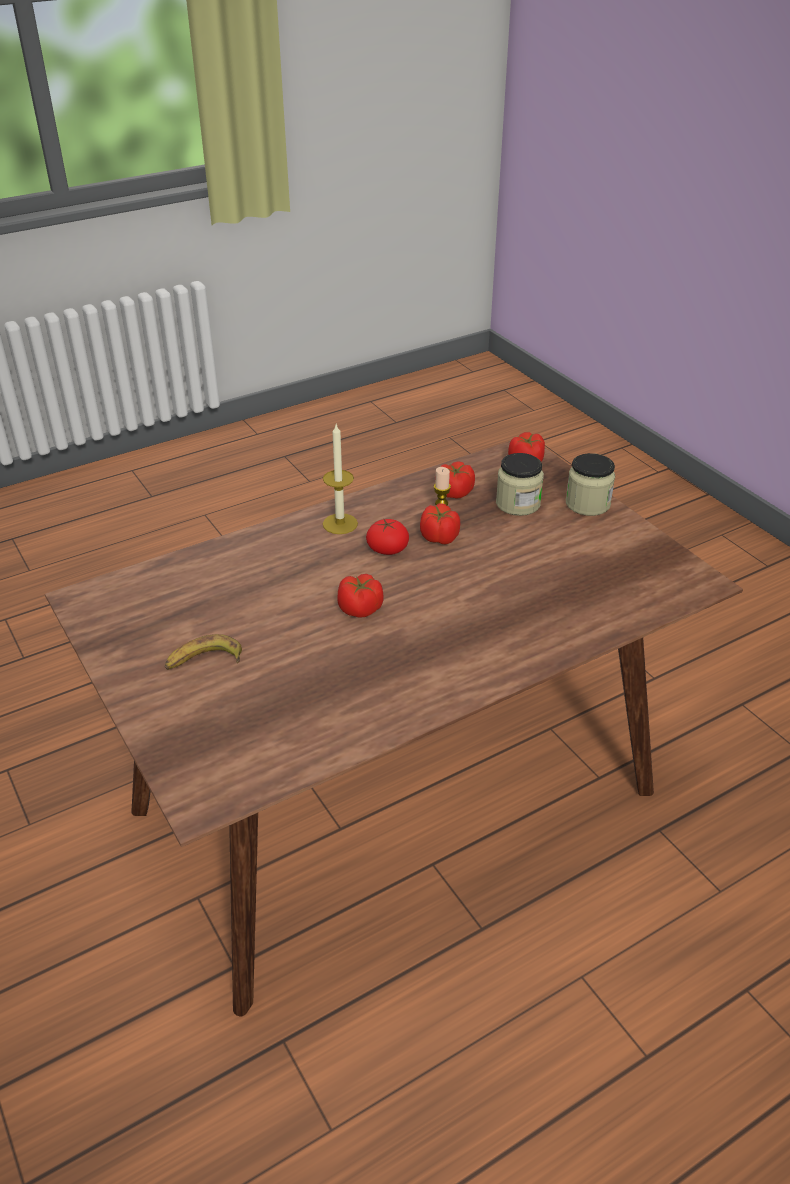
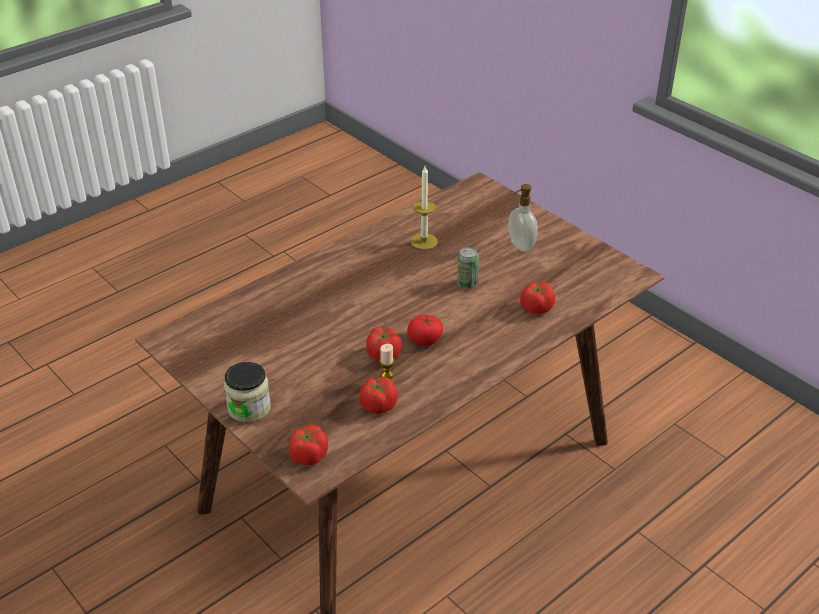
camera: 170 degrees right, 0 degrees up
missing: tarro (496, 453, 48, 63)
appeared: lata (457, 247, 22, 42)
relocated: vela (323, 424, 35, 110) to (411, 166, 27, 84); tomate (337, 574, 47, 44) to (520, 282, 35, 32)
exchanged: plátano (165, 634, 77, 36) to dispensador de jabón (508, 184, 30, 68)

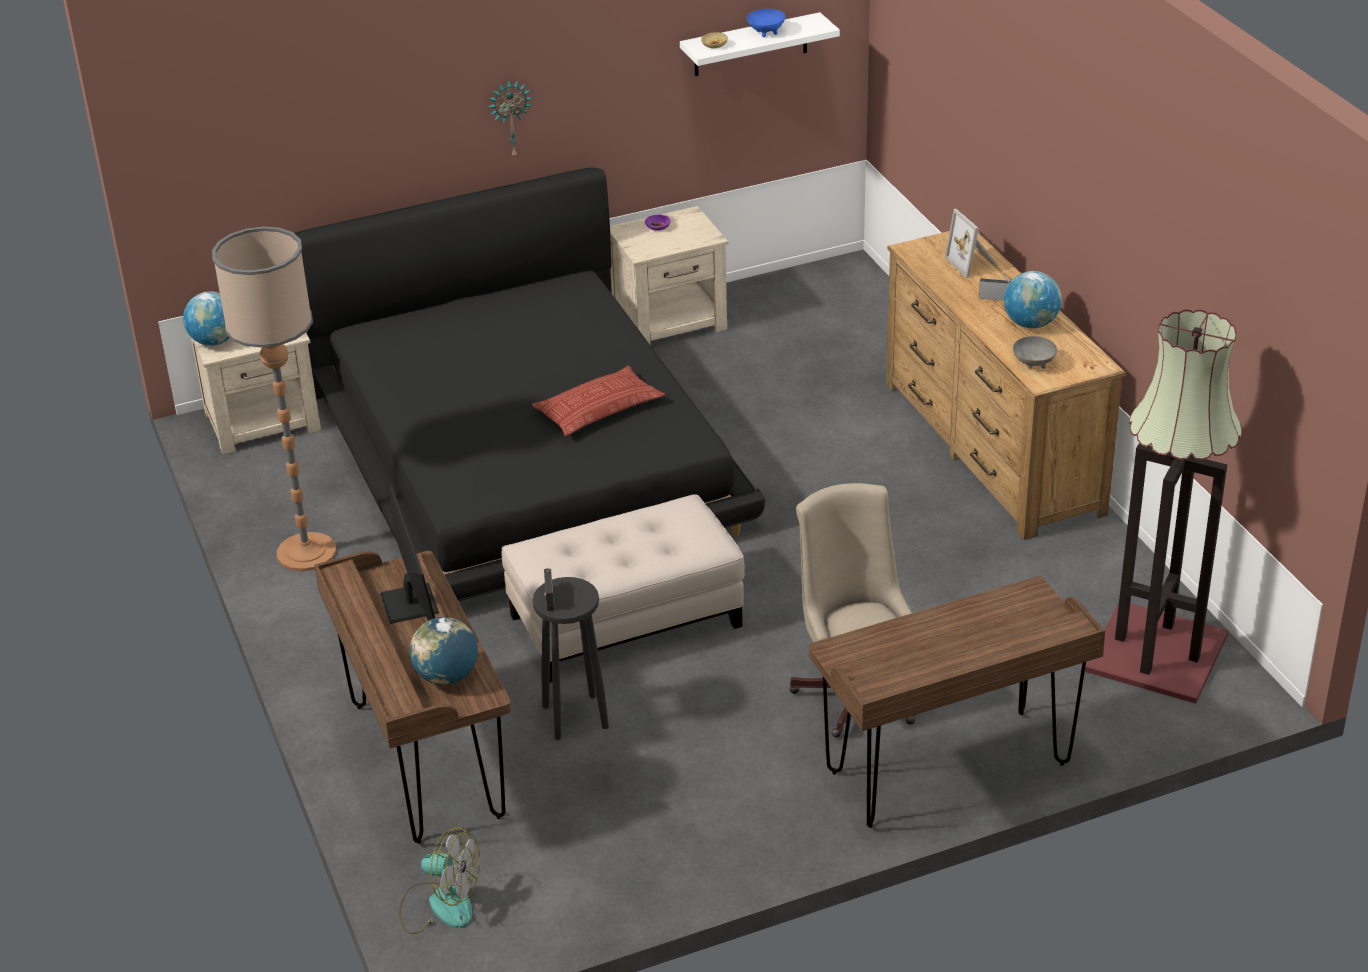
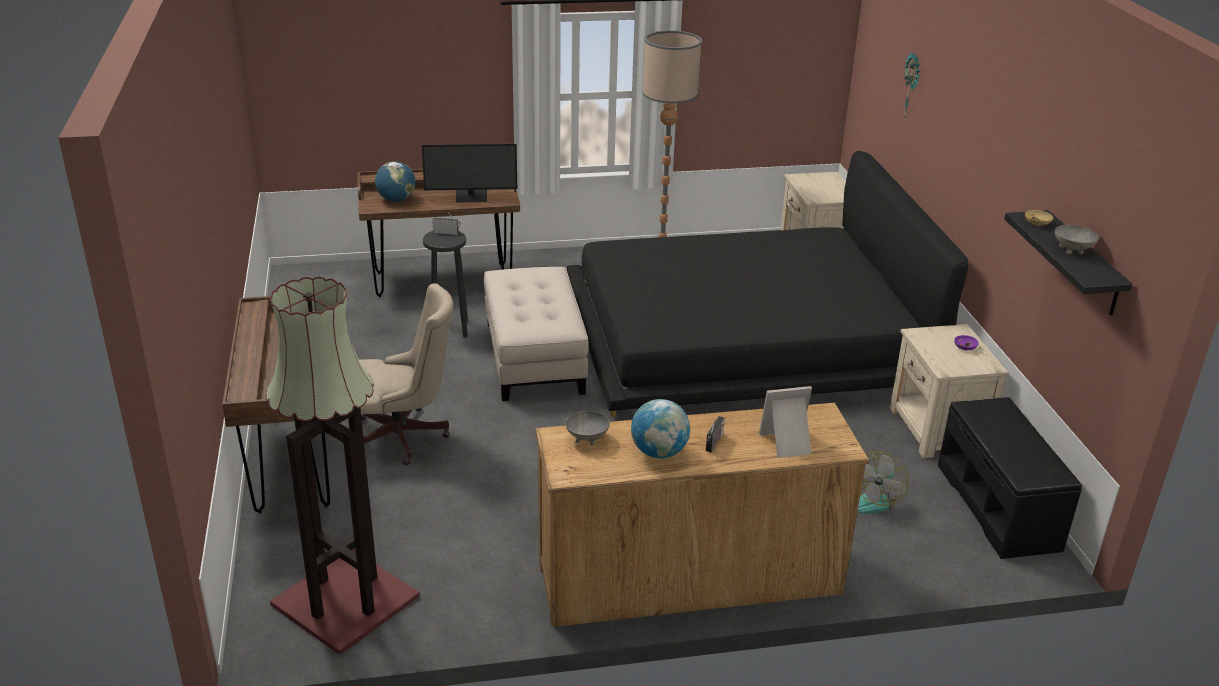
camera: 100 degrees right, 5 degrees down
missing: globo terráqueo (183, 291, 47, 55); cojín (532, 366, 133, 70)
appeared: banco [negro] (938, 397, 144, 162)
relocated: reloj de pared (488, 80, 45, 77) to (903, 52, 17, 68); ventilador (399, 827, 81, 107) to (857, 451, 51, 63)
colour: cuenco [azul] (747, 9, 38, 28) to cuenco [gris] (1055, 225, 44, 29); estante [blanco] (680, 12, 160, 64) to estante [negro] (1004, 210, 128, 105)

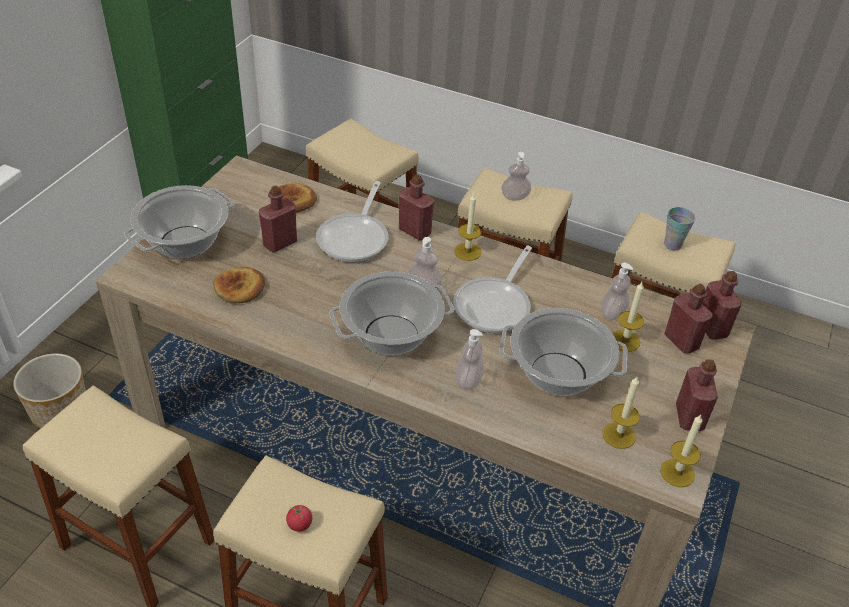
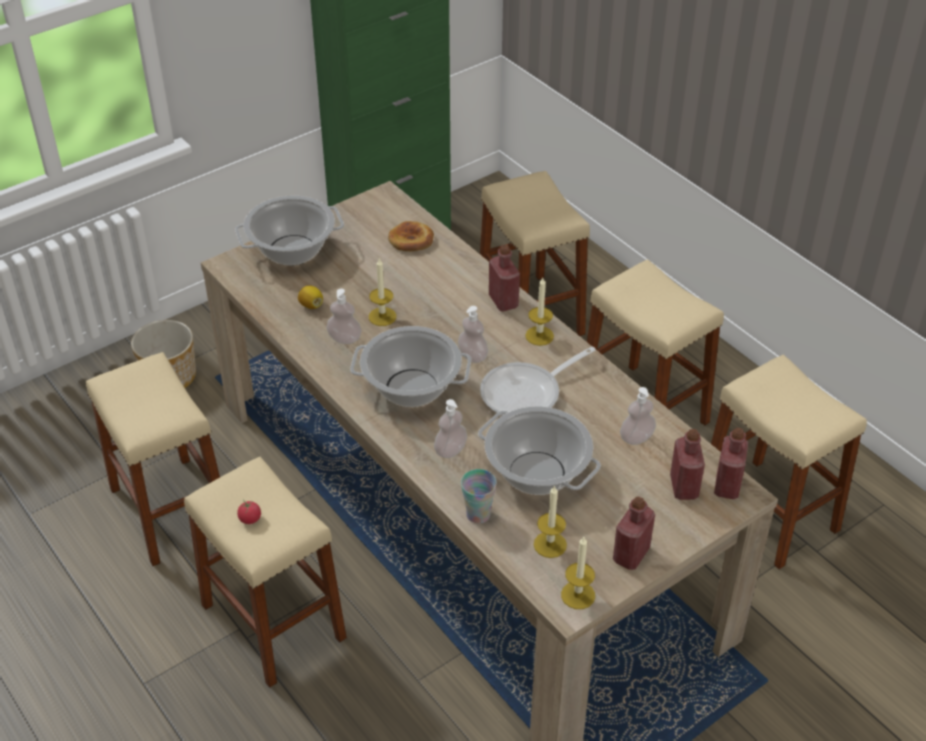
camera: 30 degrees right, 0 degrees up
missing: sartén (316, 181, 72, 81); botella [rojo] (259, 186, 38, 66)
relocated: dispensador de jabón (502, 152, 29, 49) to (326, 289, 36, 55); taza (664, 207, 32, 43) to (461, 469, 36, 54); vela (613, 282, 31, 70) to (369, 258, 27, 68)
exchanged: pan (213, 267, 52, 37) to limón (298, 286, 25, 23)

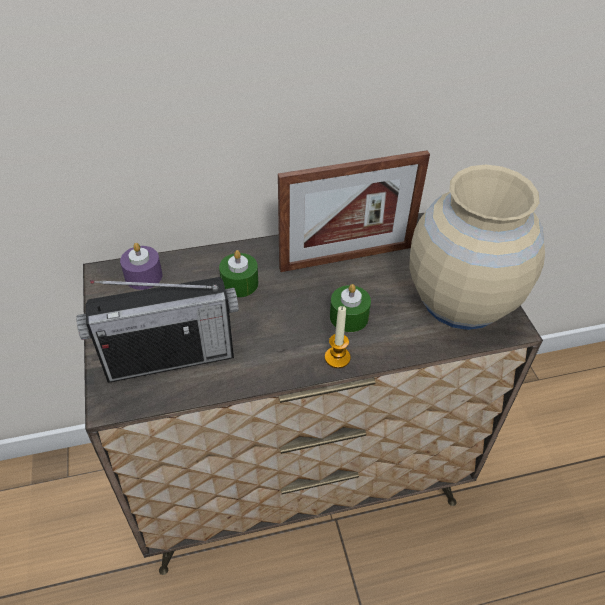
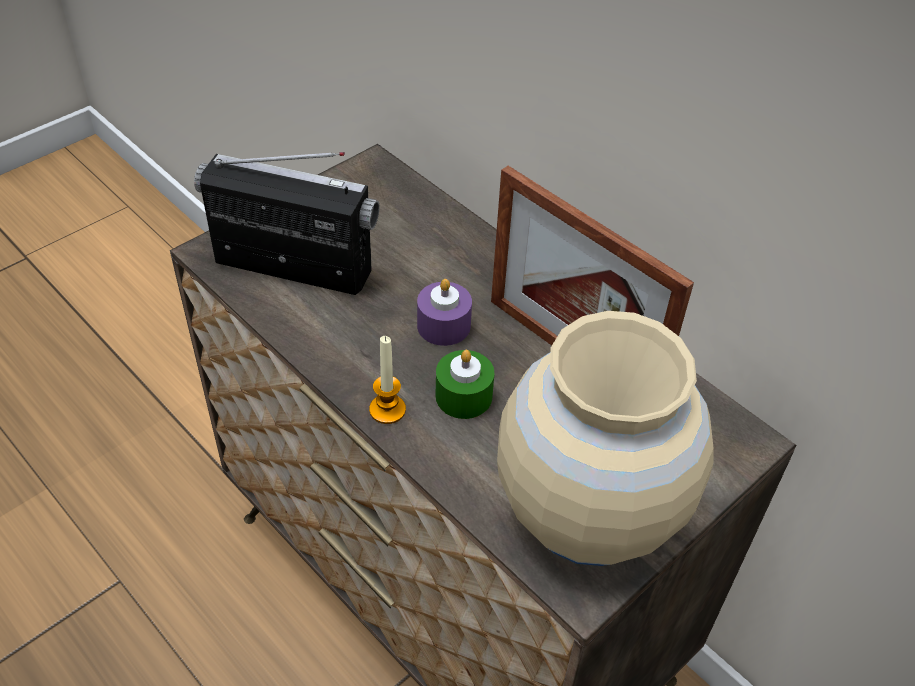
camera: 60 degrees right, 0 degrees up
missing: vela [verde] (219, 250, 39, 47)
relocated: vela [morado] (120, 243, 43, 47) to (417, 279, 55, 67)
spun: radio (76, 277, 163, 106) = (194, 152, 185, 143) 150 degrees clockwise

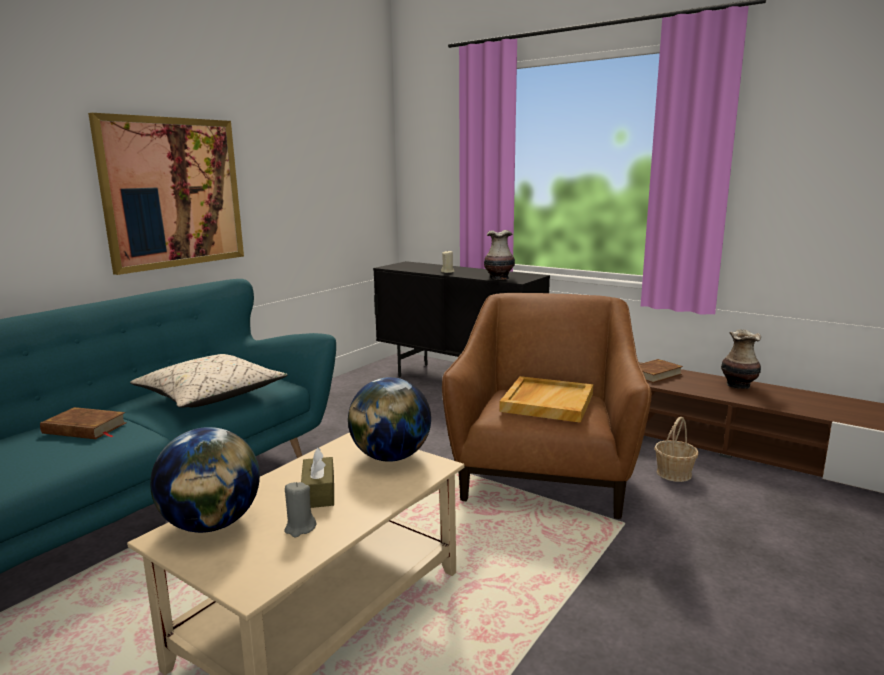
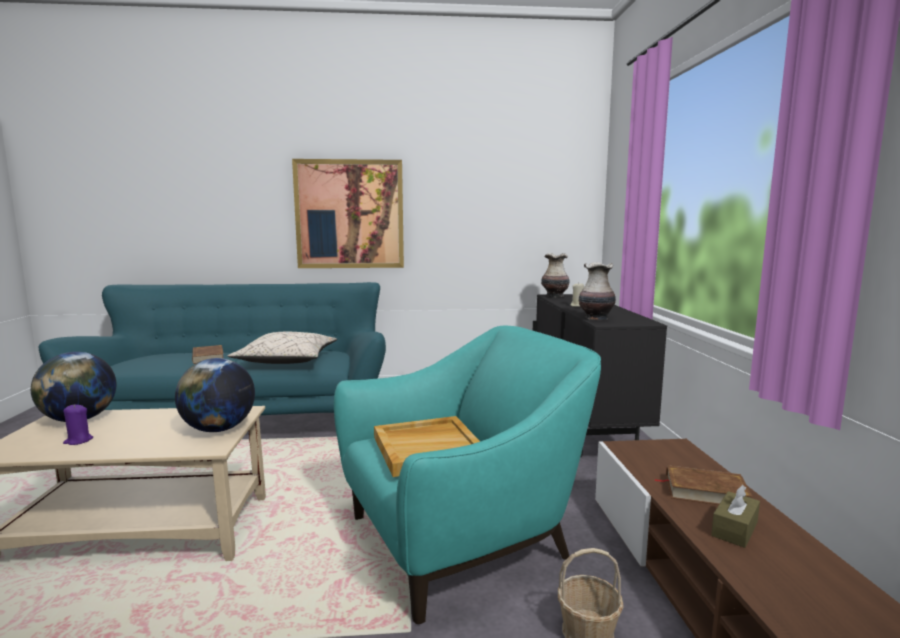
camera: 50 degrees right, 5 degrees down
relocated: florero (721, 329, 40, 60) to (541, 253, 29, 44); caja de pañuelos [marrón] (301, 448, 33, 60) to (711, 485, 49, 63)
colour: sillón [marrón] (442, 293, 210, 226) to sillón [turquesa] (334, 326, 267, 298); vela [gris] (285, 482, 31, 55) to vela [morado] (63, 405, 30, 40)

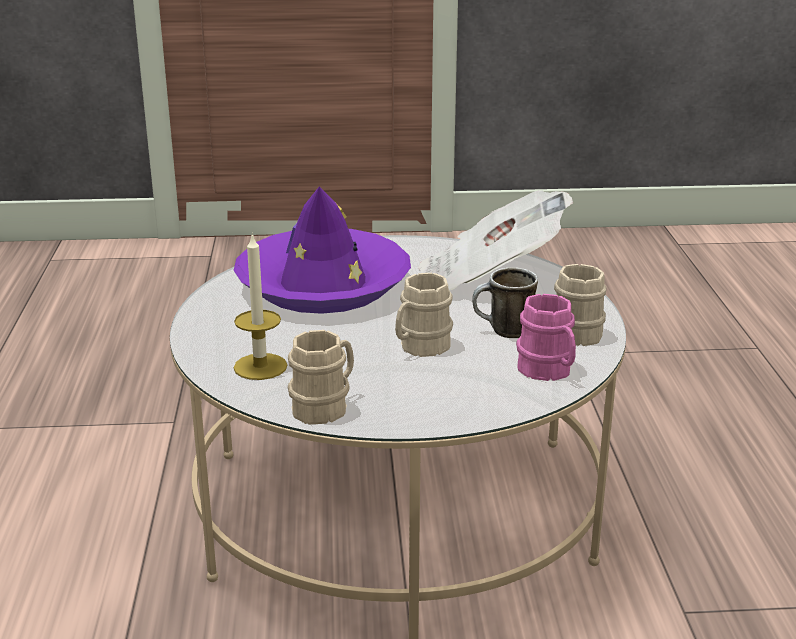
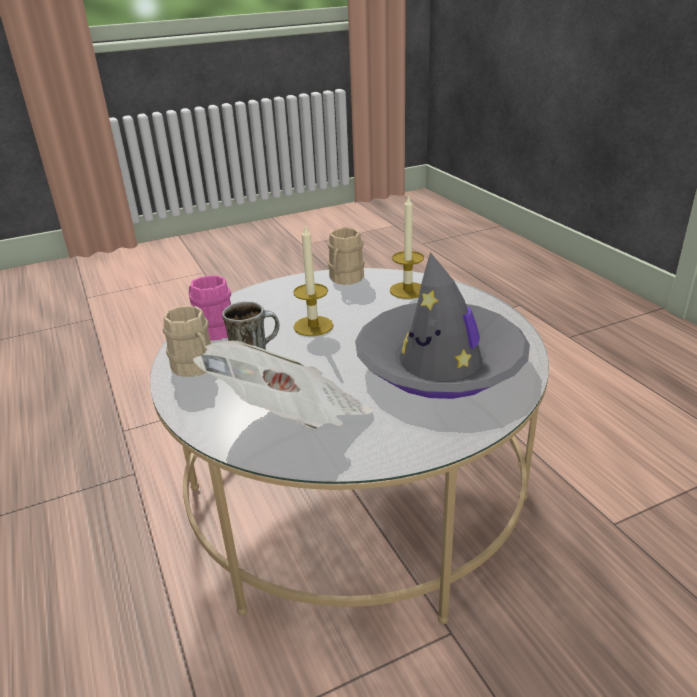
camera: 160 degrees right, 5 degrees up
exchanged: taza grande [beis] (395, 273, 58, 84) to vela (293, 224, 40, 112)
colour: sombrero [morado] (233, 186, 178, 128) to sombrero [gris] (355, 252, 175, 147)

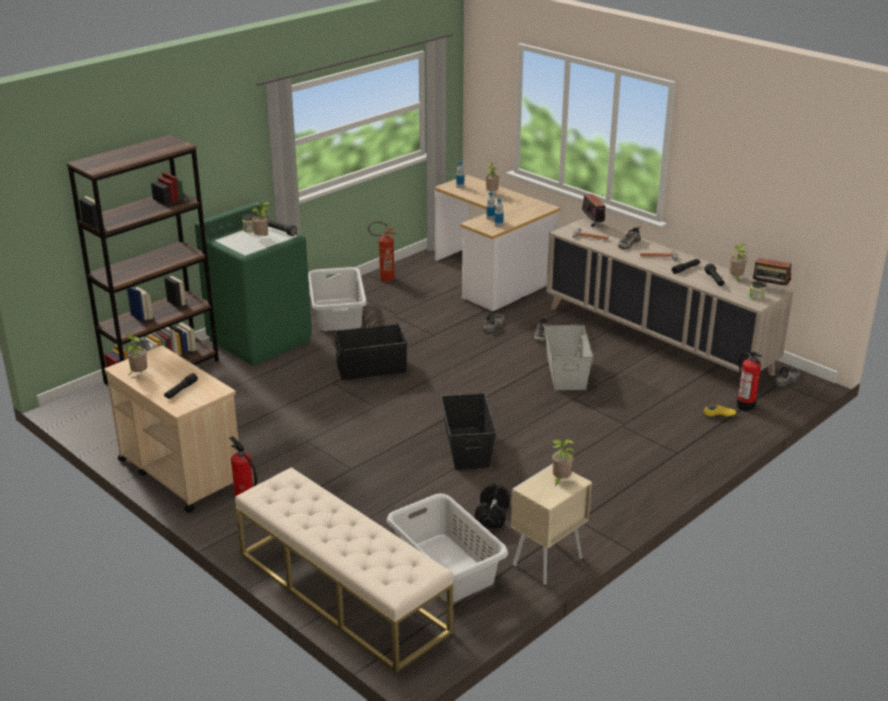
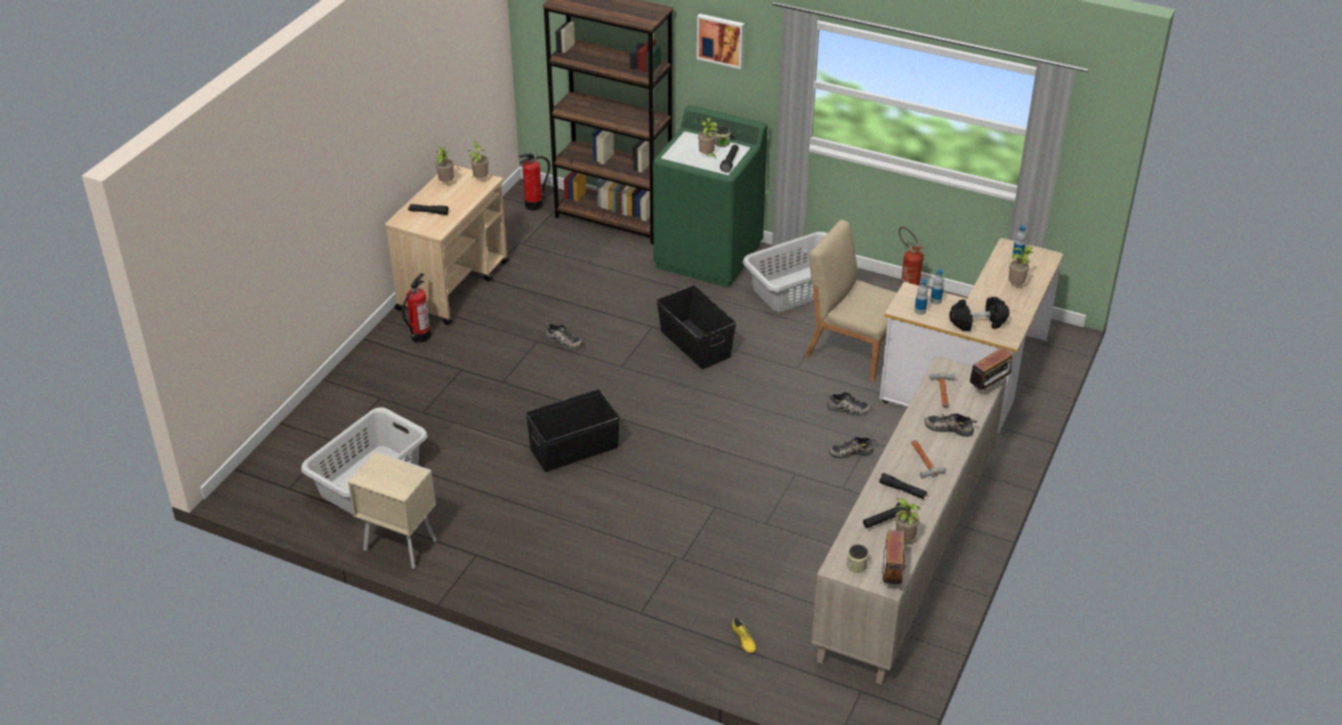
camera: 70 degrees right, 10 degrees up
missing: caja de almacenaje [gris] (544, 325, 49, 65); banco [beis] (235, 467, 218, 206)
appeared: cuadro (697, 14, 47, 55); silla [beis] (805, 220, 92, 161)
relocated: extintor (736, 352, 26, 59) to (519, 154, 31, 57); zapato (773, 366, 27, 21) to (544, 322, 39, 27); planta en maceta (552, 439, 22, 47) to (467, 141, 22, 37); mancuerna [negro] (475, 484, 35, 45) to (949, 297, 60, 34)

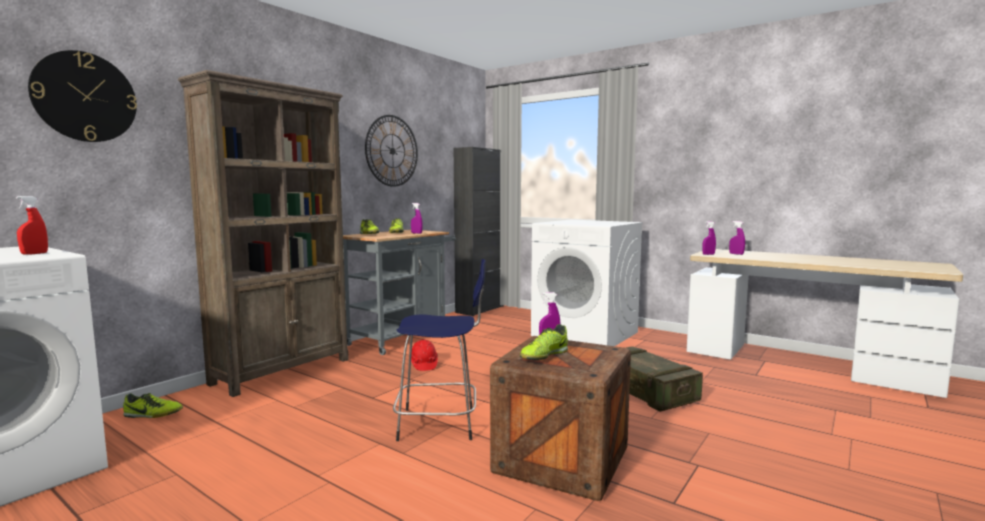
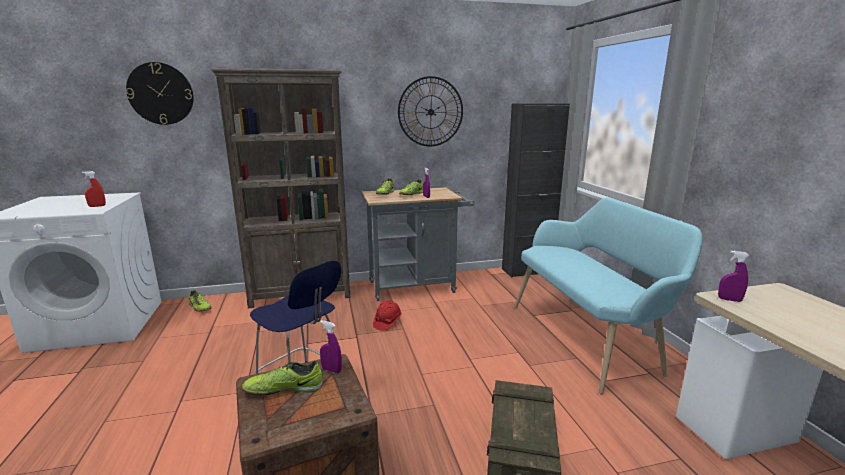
camera: 40 degrees right, 10 degrees up
missing: pulverizador [morado] (729, 221, 16, 34)
exchanged: lavadora [blanco] (531, 220, 112, 126) to banco [turquesa] (515, 197, 188, 198)

